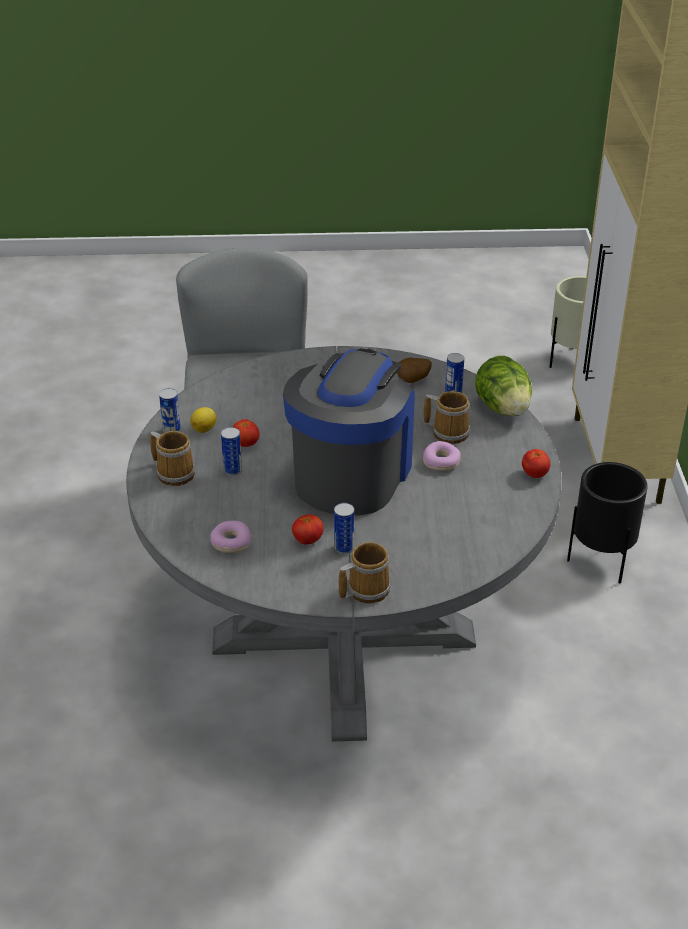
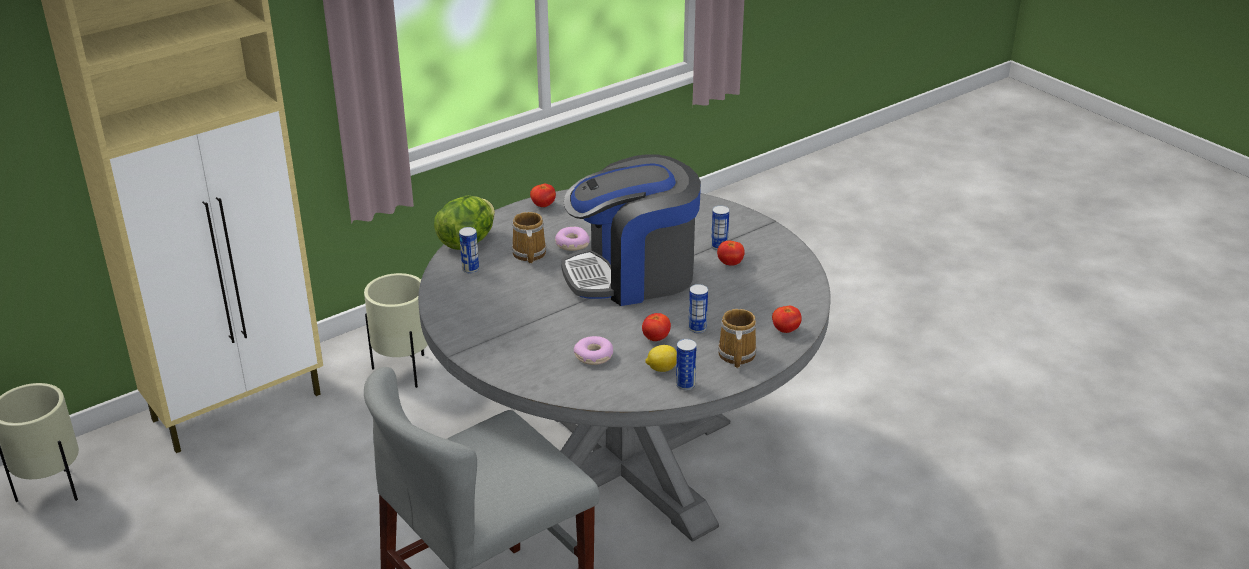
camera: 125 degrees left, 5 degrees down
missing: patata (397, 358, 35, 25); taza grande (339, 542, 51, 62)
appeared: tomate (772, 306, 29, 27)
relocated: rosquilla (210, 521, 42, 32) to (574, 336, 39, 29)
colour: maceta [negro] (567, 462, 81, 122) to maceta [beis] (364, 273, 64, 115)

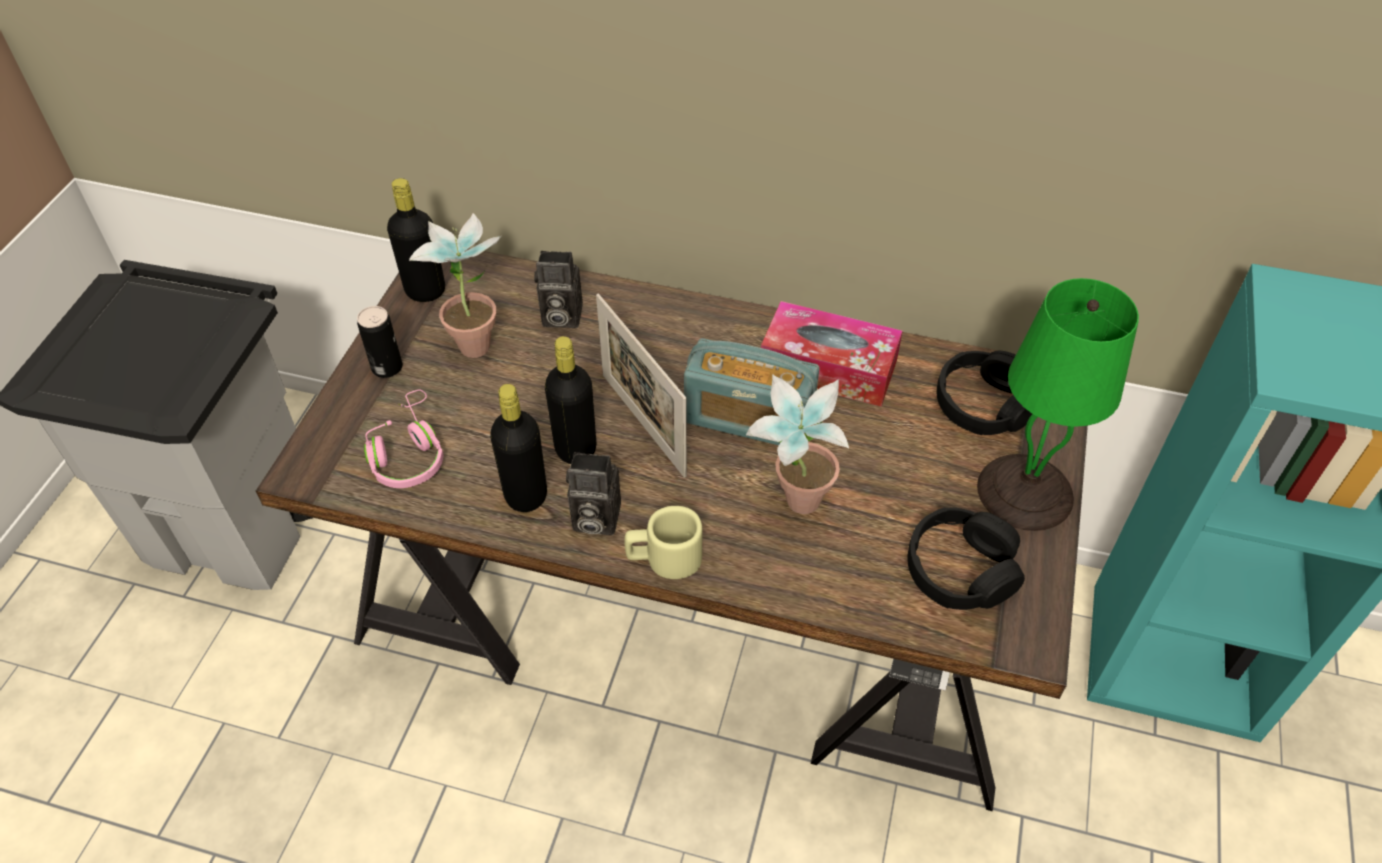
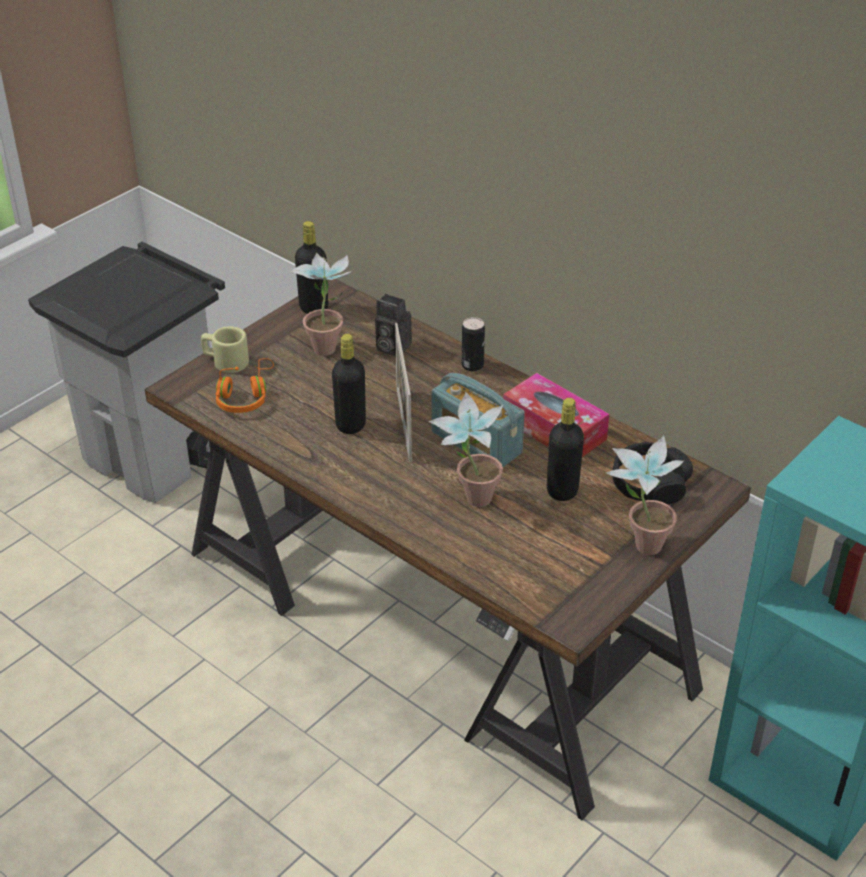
camera: 25 degrees right, 10 degrees down
missing: cámara (566, 452, 55, 83); auriculares [negro] (907, 507, 118, 103)
relocated: lata (357, 306, 46, 72) to (461, 317, 24, 54); botella [negro] (490, 384, 57, 128) to (547, 398, 37, 103); taza grande [beis] (624, 506, 78, 73) to (201, 326, 48, 47)
exchanged: lámpara de mesa [verde] (977, 278, 162, 253) to planta en maceta (606, 435, 79, 120)
colour: auriculares [rosa] (364, 390, 79, 98) to auriculares [naranja] (215, 358, 59, 55)

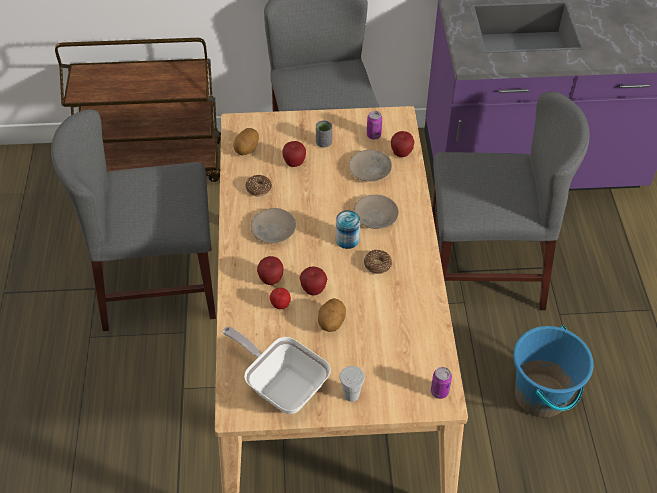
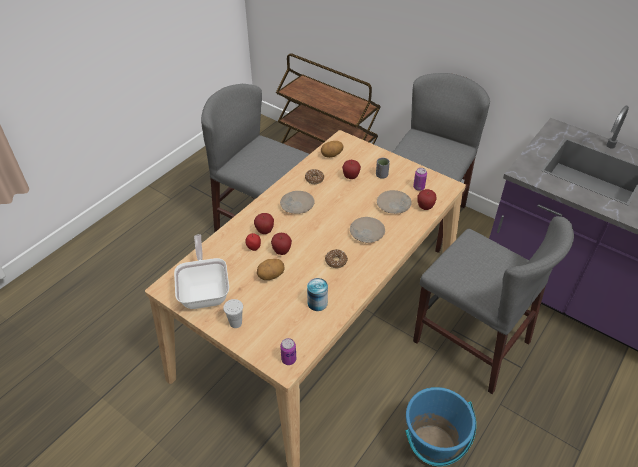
camera: 40 degrees right, 5 degrees down
relocated: lata (336, 210, 24, 39) to (307, 278, 21, 33)

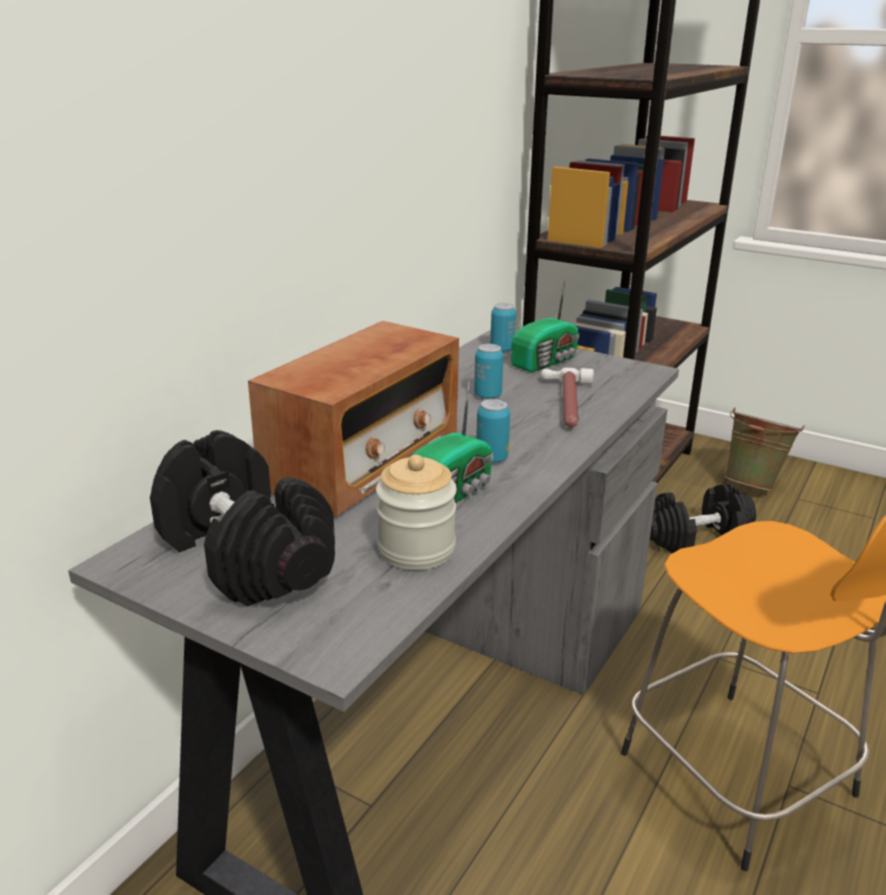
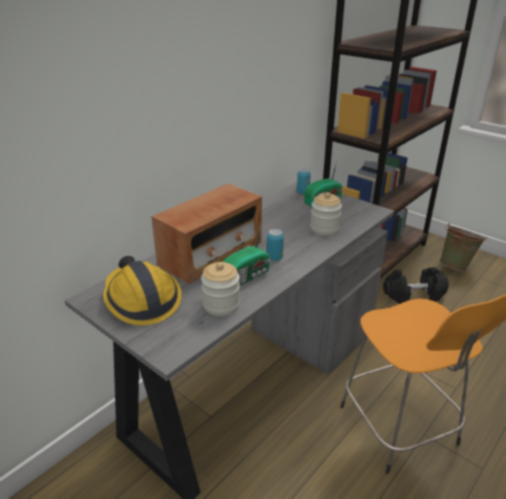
camera: 10 degrees right, 5 degrees up
missing: lata (474, 344, 29, 55)
exchanged: martillo (540, 368, 54, 60) to tarro (310, 192, 32, 44); mancuerna [negro] (150, 430, 185, 177) to casco (103, 256, 79, 70)

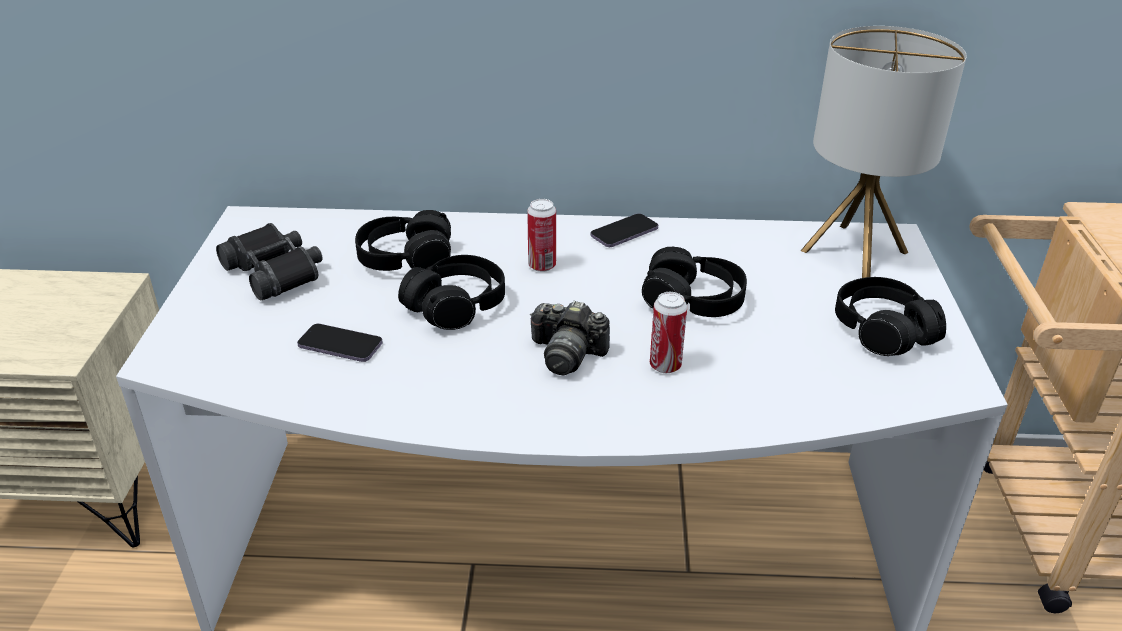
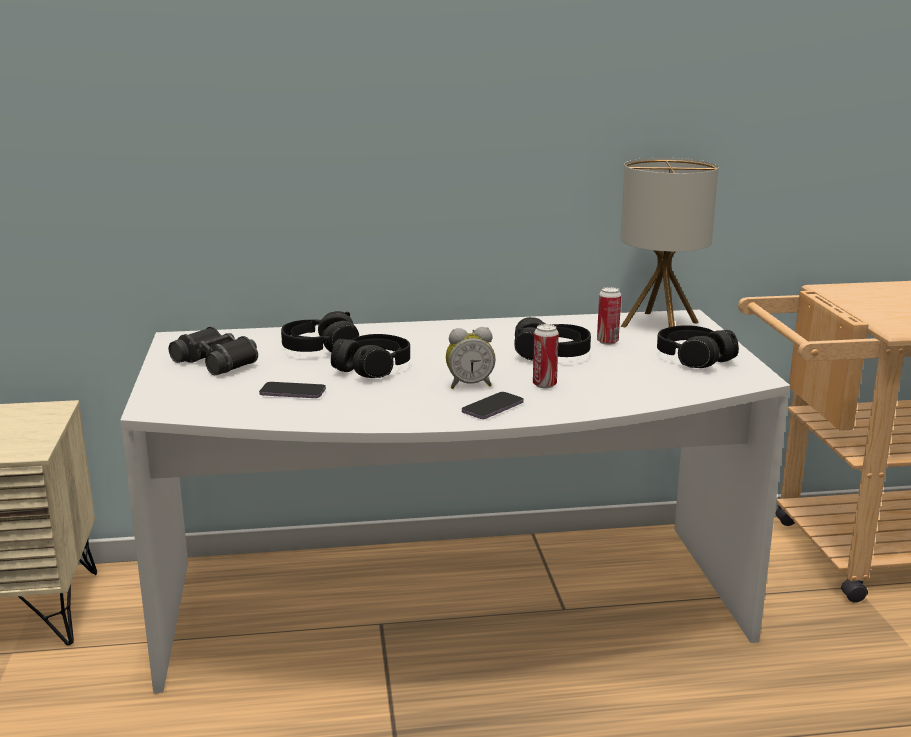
camera: 10 degrees left, 15 degrees down
relocated: lata (527, 199, 29, 73) to (597, 287, 24, 58); móvil (591, 214, 67, 33) to (462, 392, 62, 27)
exchanged: cámara (530, 301, 80, 75) to despertador (446, 327, 49, 62)

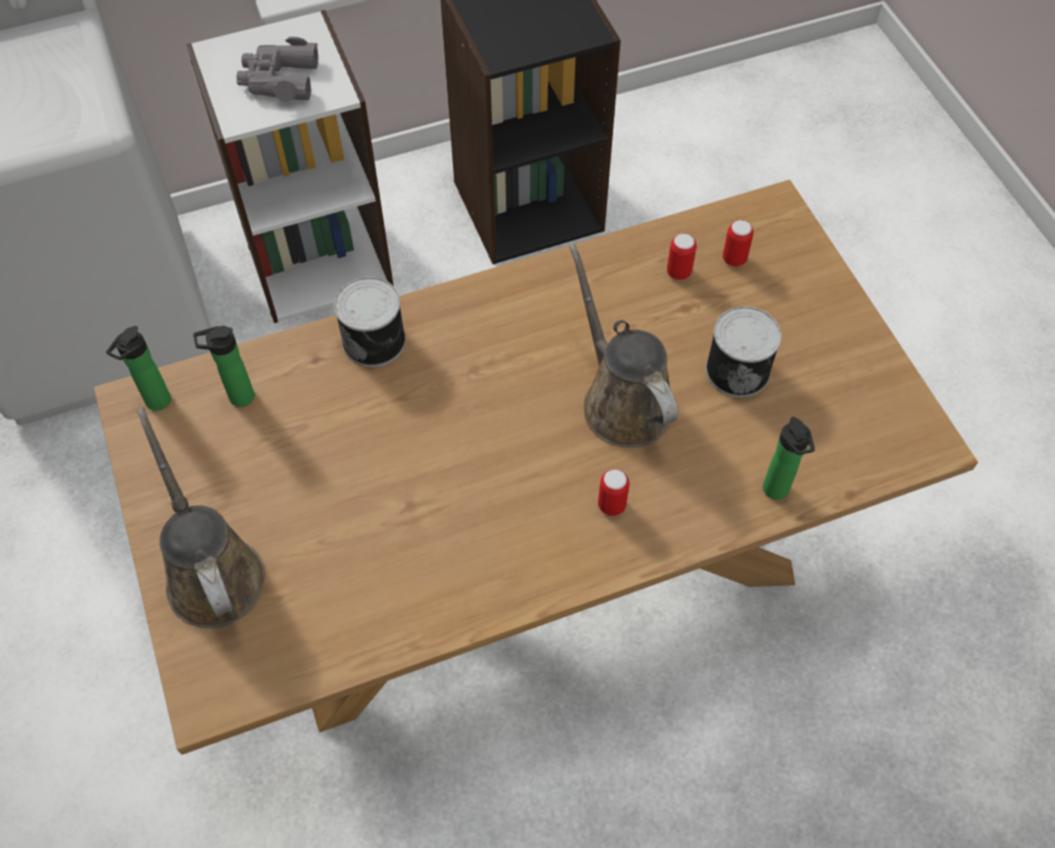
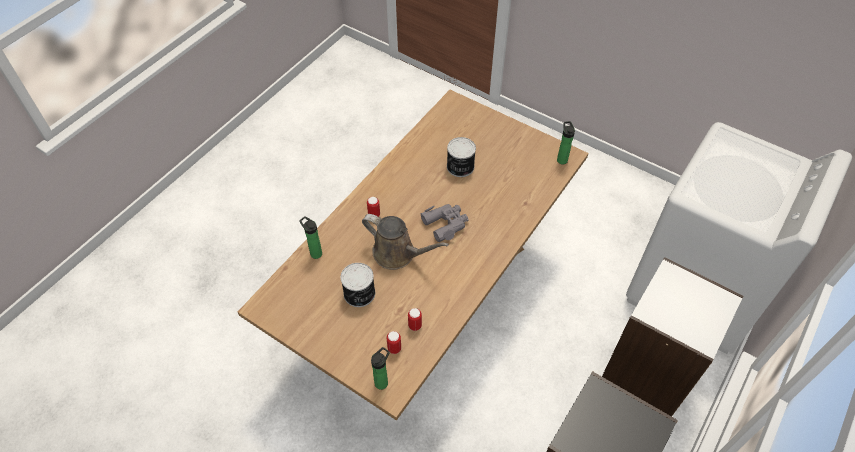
camera: 145 degrees right, 5 degrees down
missing: regadera [marrón] (137, 408, 128, 220)
relocated: prismáticos [gris] (237, 37, 81, 65) to (420, 204, 49, 38); lata (334, 277, 72, 90) to (447, 137, 29, 40); botella (193, 326, 61, 81) to (371, 347, 19, 43)

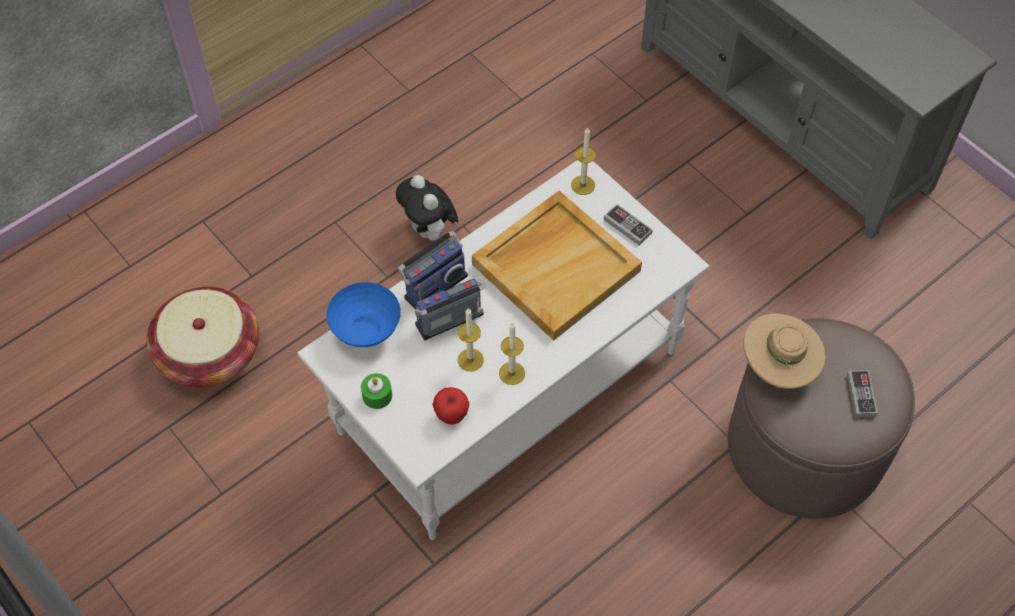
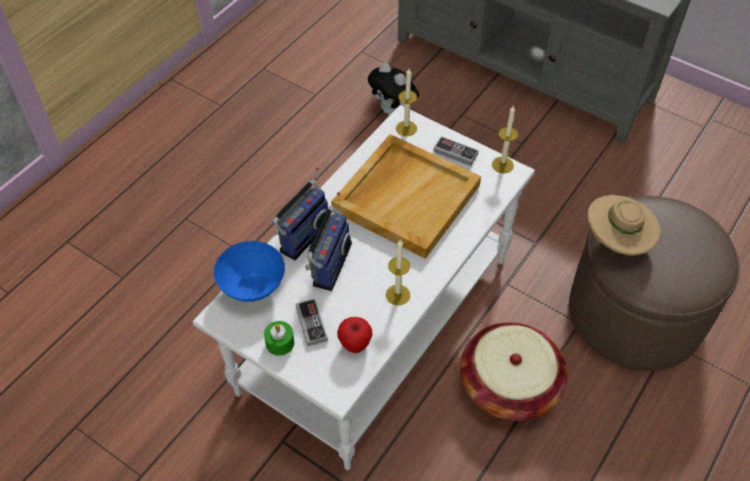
camera: 15 degrees left, 5 degrees down
relocated: peluche (396, 175, 62, 66) to (368, 62, 51, 54); cesta (146, 287, 113, 100) to (460, 322, 108, 99); vela (458, 308, 26, 63) to (492, 106, 26, 67); mando de consola (847, 370, 31, 47) to (295, 299, 33, 47)
spun: radio (415, 279, 71, 61) = (305, 192, 47, 99) 150 degrees clockwise

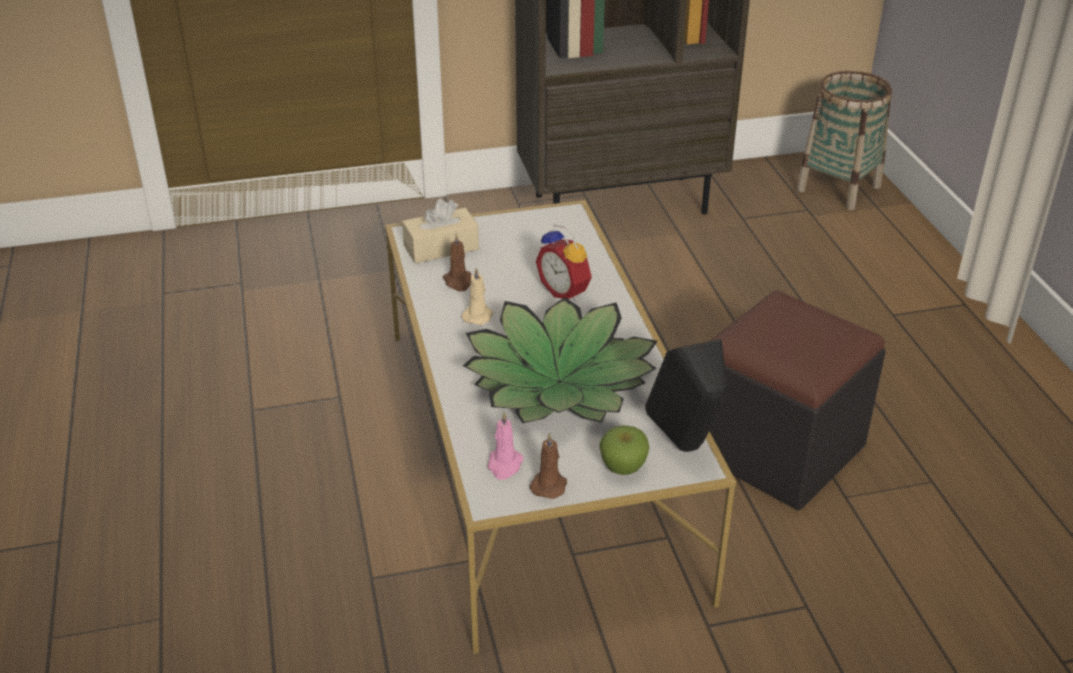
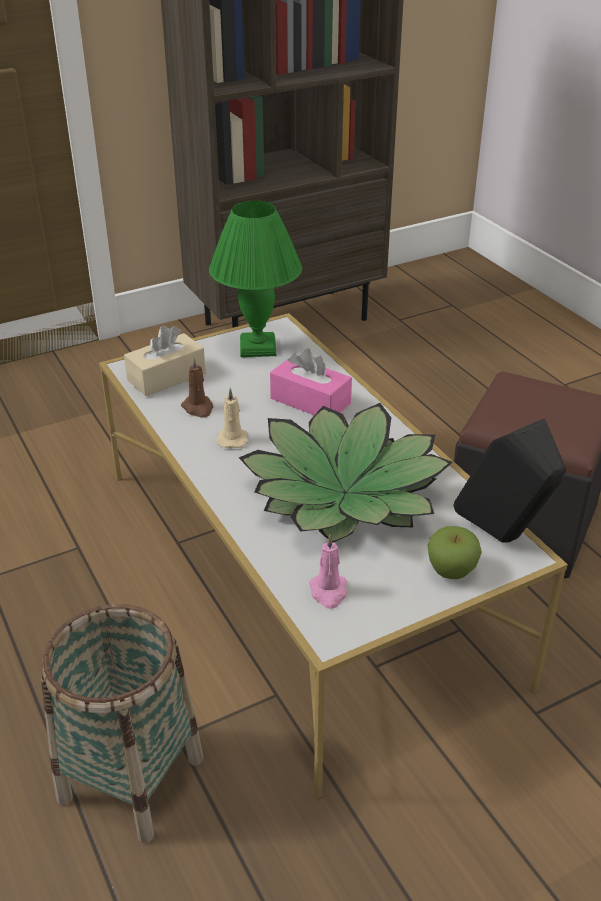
camera: 15 degrees left, 0 degrees up
missing: vela [marrón] (530, 433, 37, 66)
appeared: lámpara de mesa [verde] (209, 201, 93, 156)
relocated: cesta (796, 71, 96, 139) to (41, 604, 162, 239)
exchanged: despertador (536, 224, 56, 78) to caja de pañuelos [rosa] (270, 349, 82, 66)

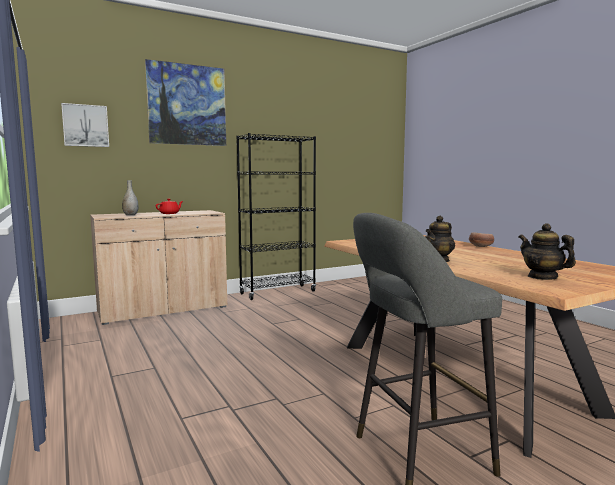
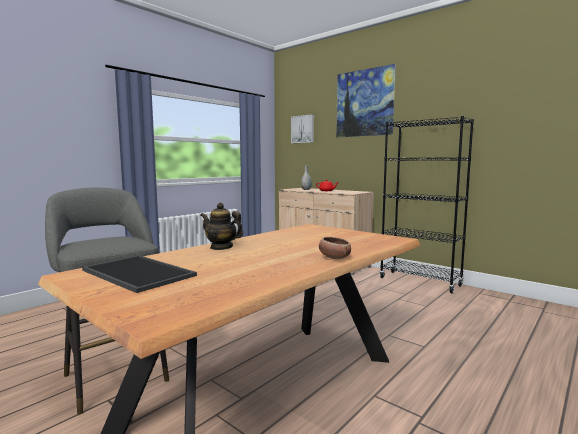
camera: 70 degrees right, 0 degrees up
exchanged: tetera (519, 223, 57, 57) to bandeja (82, 255, 115, 38)

